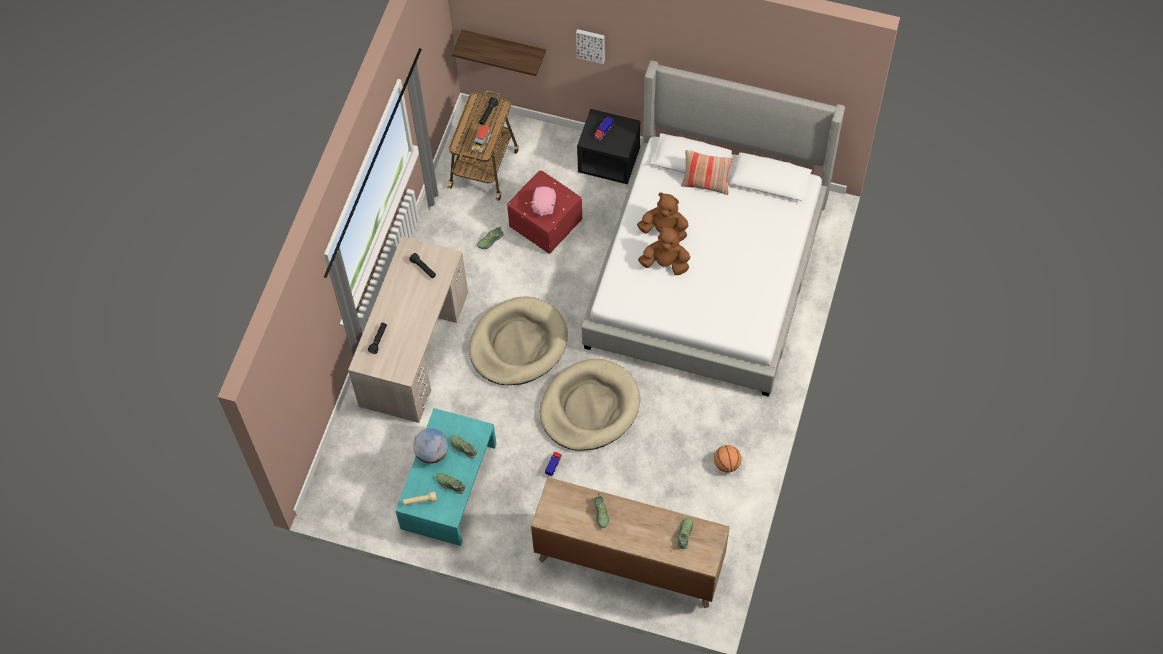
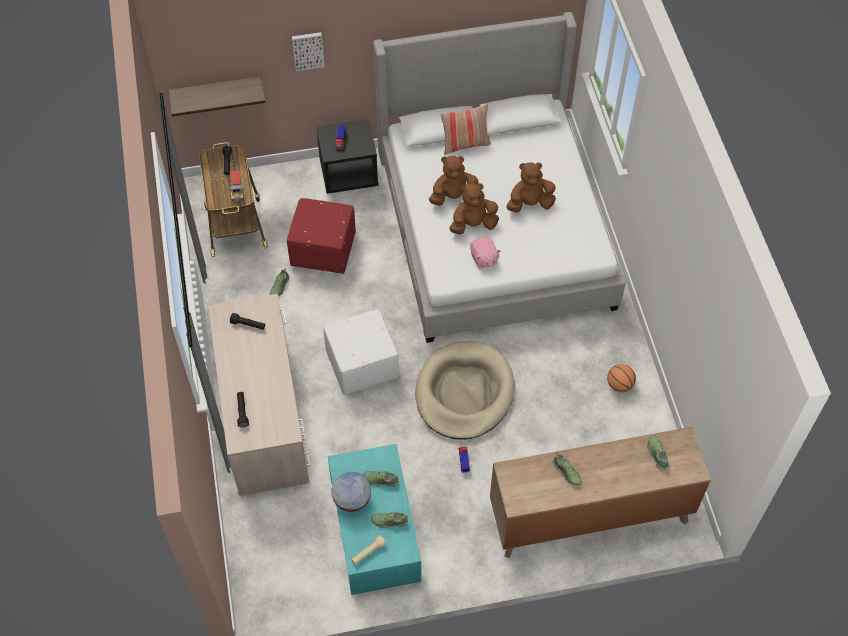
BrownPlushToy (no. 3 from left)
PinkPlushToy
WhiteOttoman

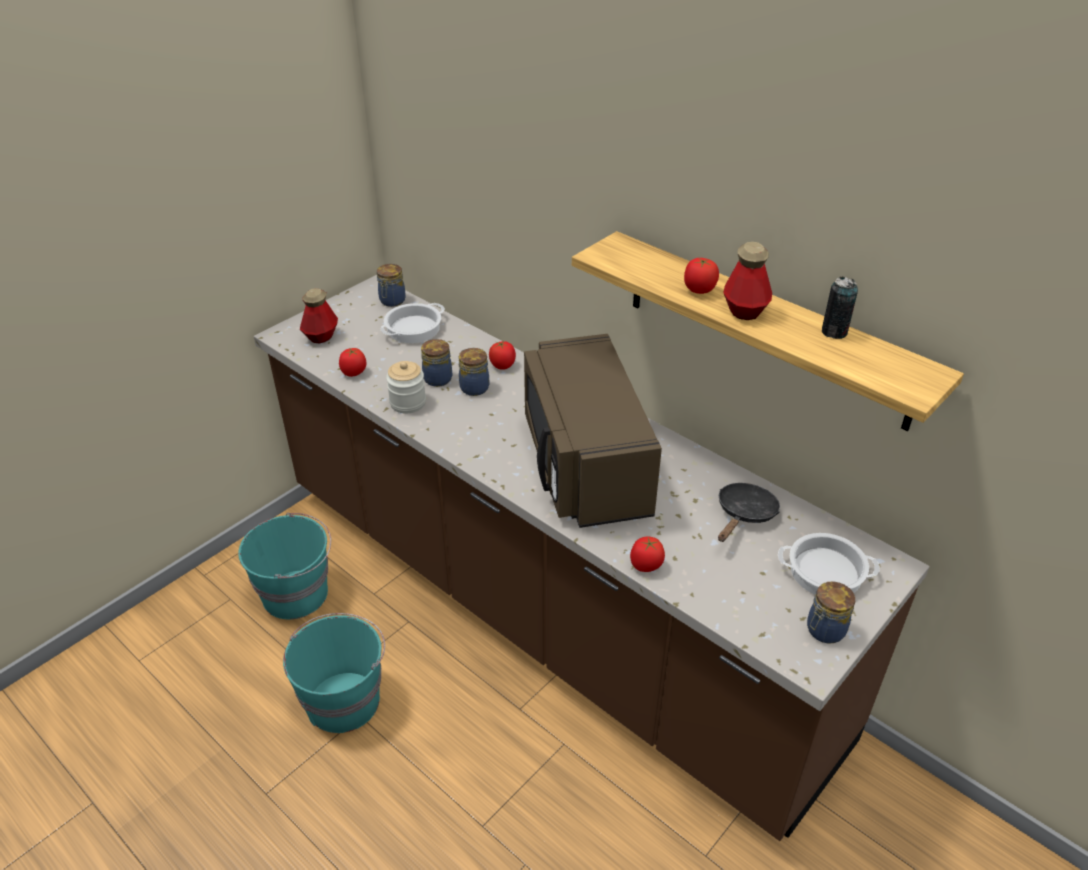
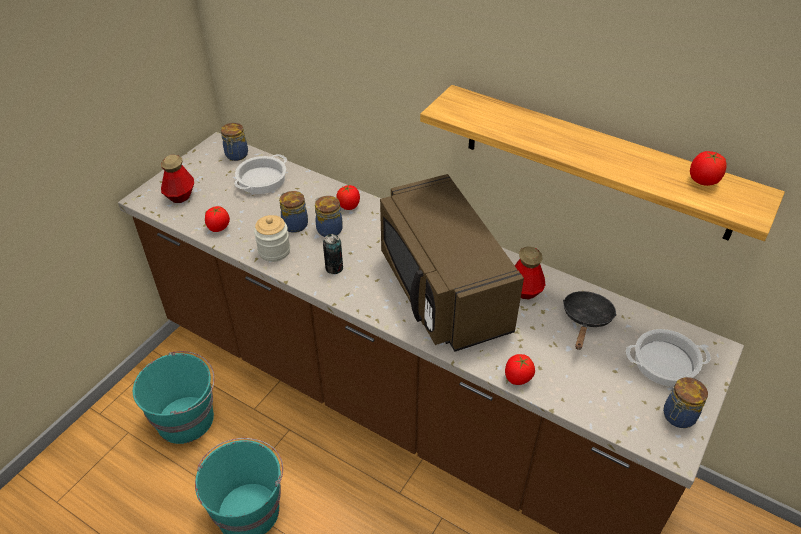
Tomato (no. 4 from left)
Bottle (no. 2 from left)
Can

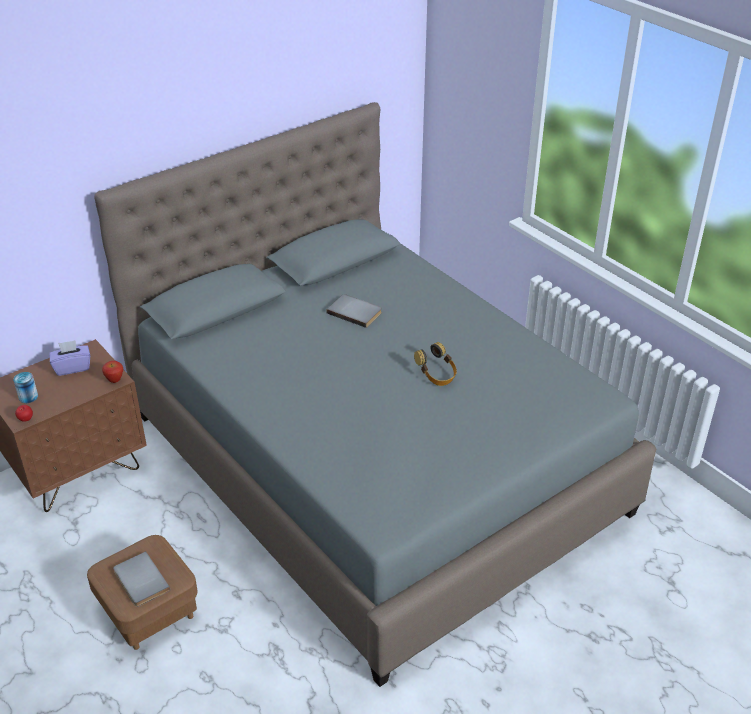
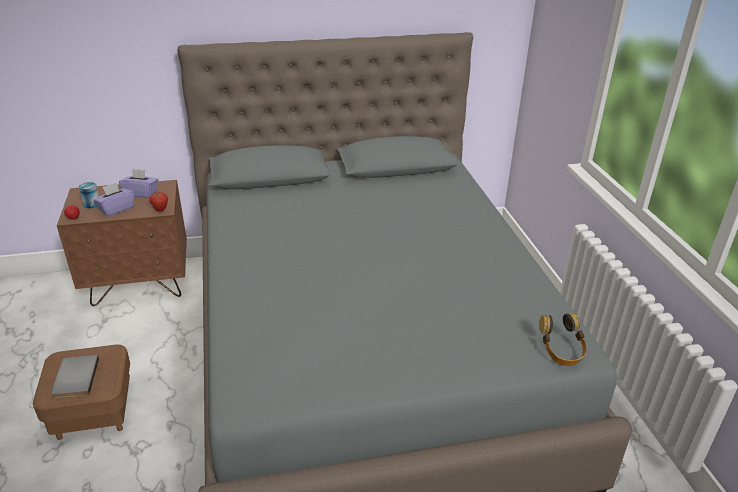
GreyBook (no. 2 from left in the first image)
PurpleTissueBox (no. 1 from left)
Headphones

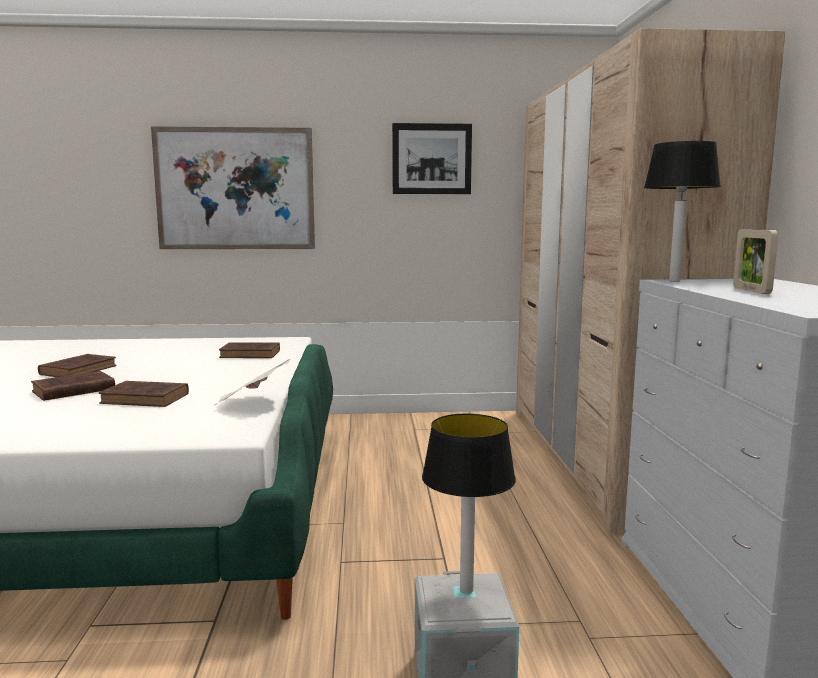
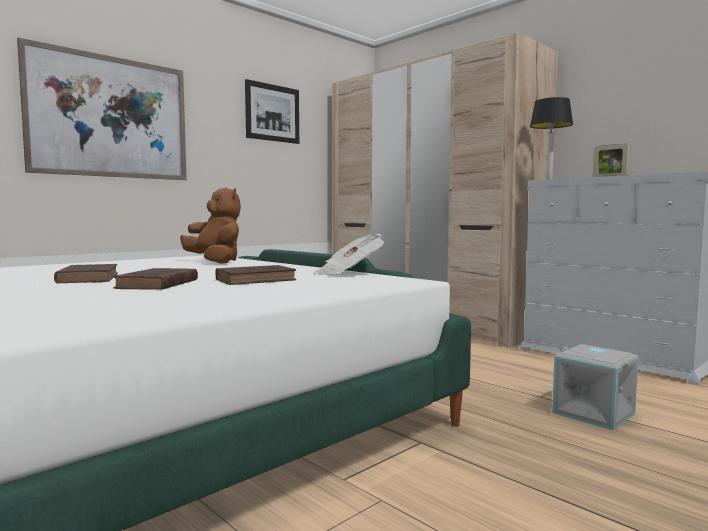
TableLamp (no. 1 from left in the first image)
BrownPlushToy

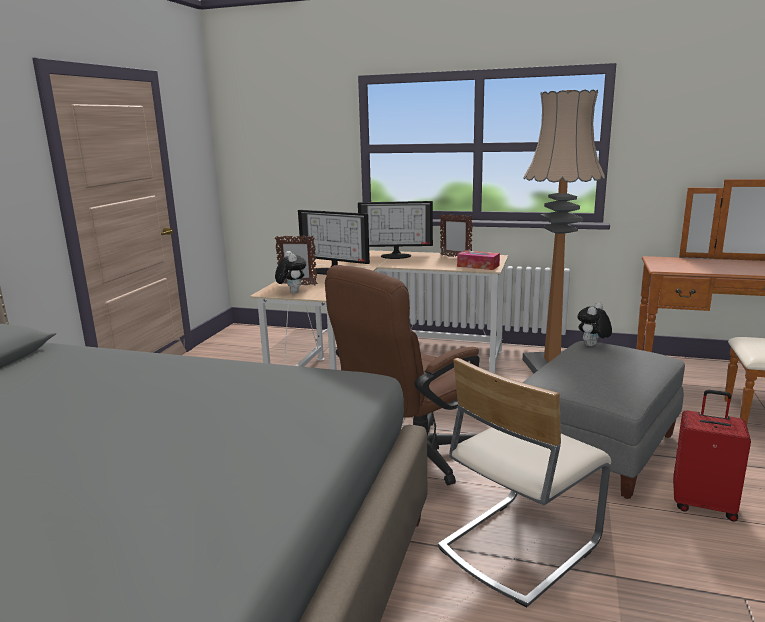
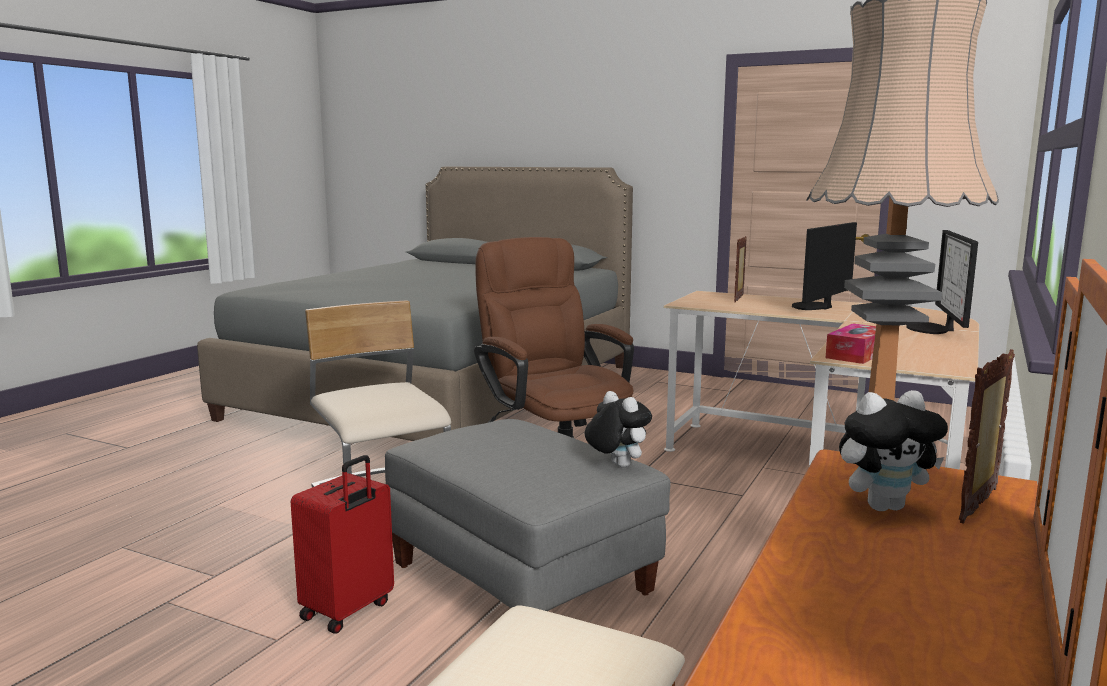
PlushToy (no. 2 from left)
PictureFrame (no. 2 from left)

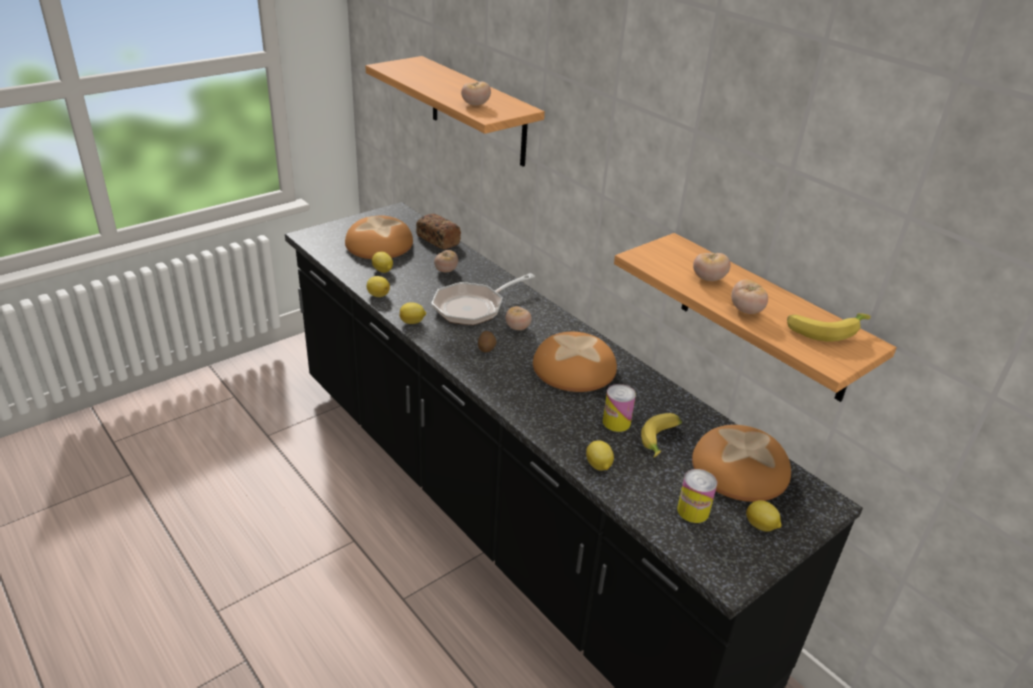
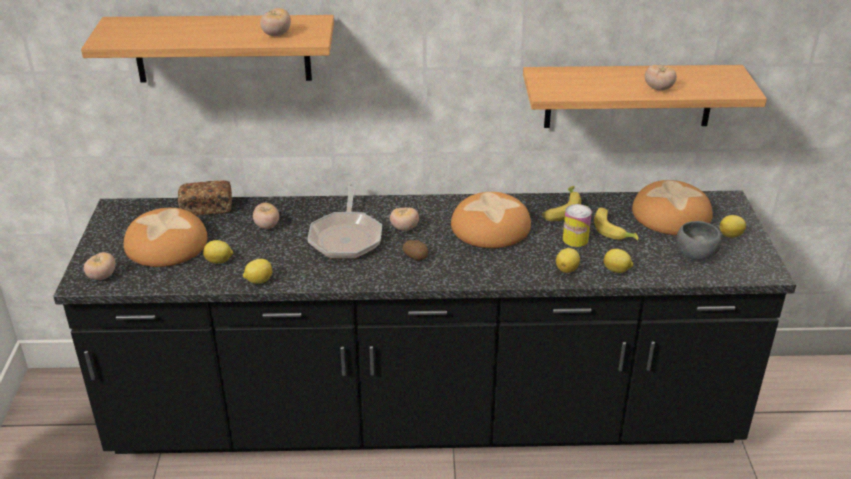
Lemon (no. 3 from left)
Tomato (no. 1 from left)
Banana (no. 1 from left)
GreyBowl

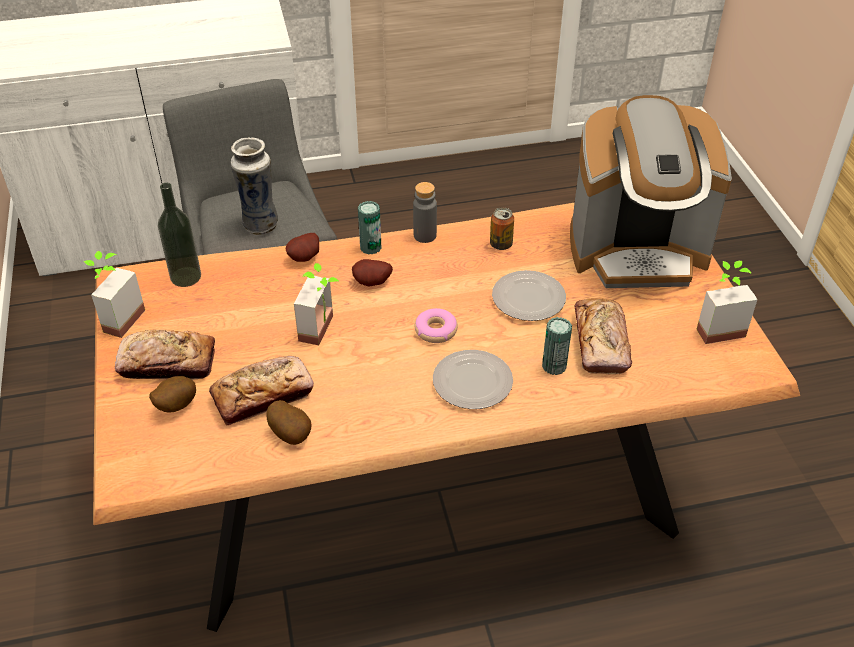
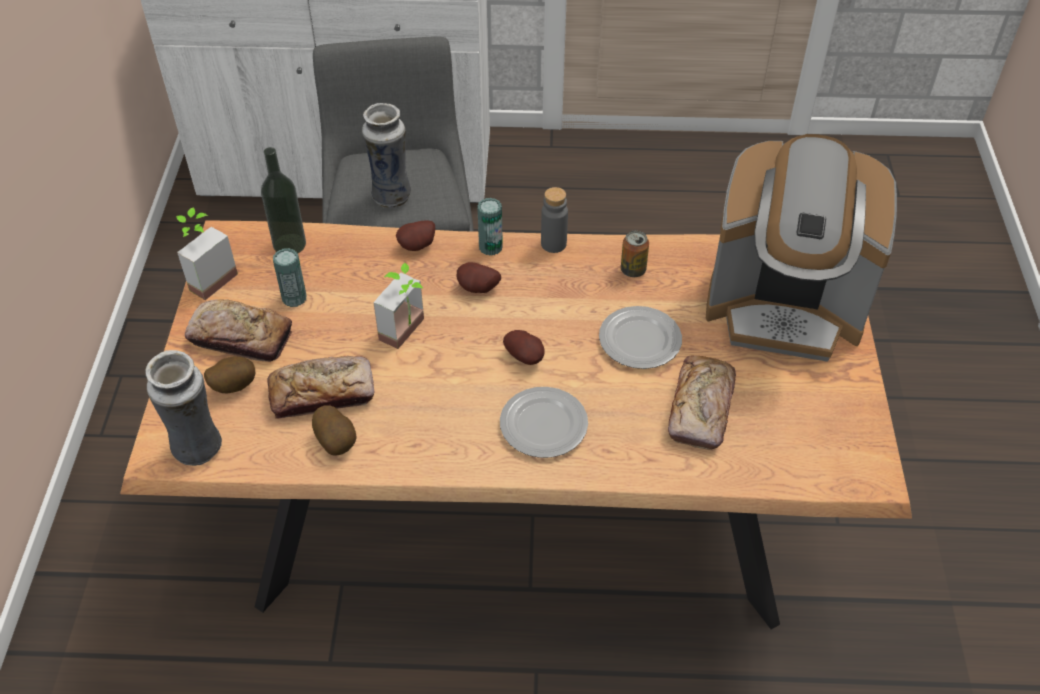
PottedPlant (no. 3 from left in the first image)
Vase (no. 1 from left)
Can (no. 1 from left)
Potato (no. 5 from left)

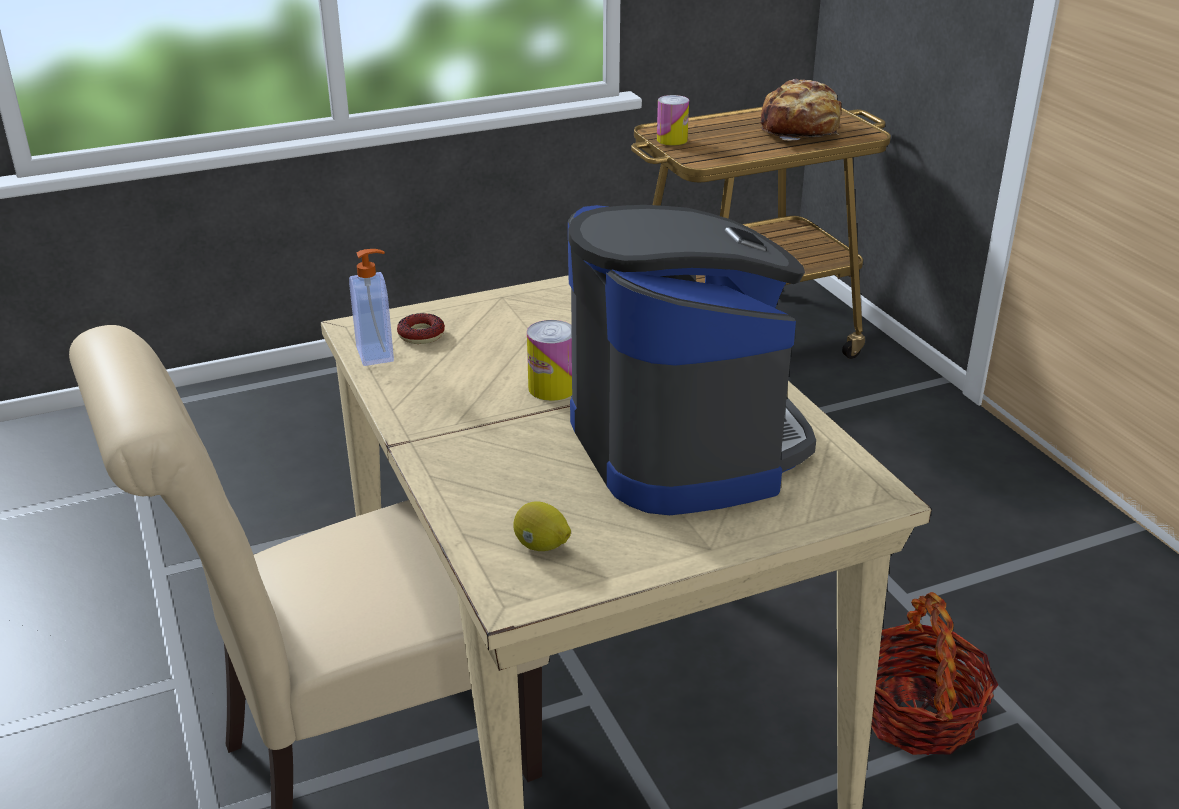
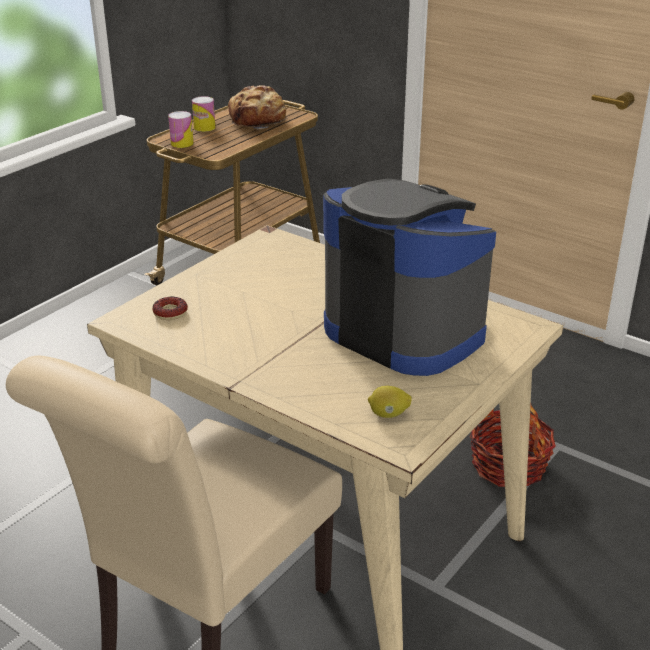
SoapDispenser
Can (no. 2 from left)

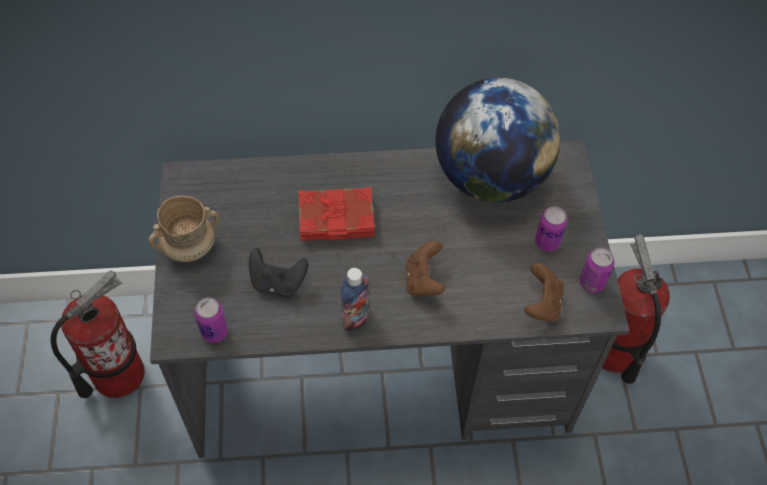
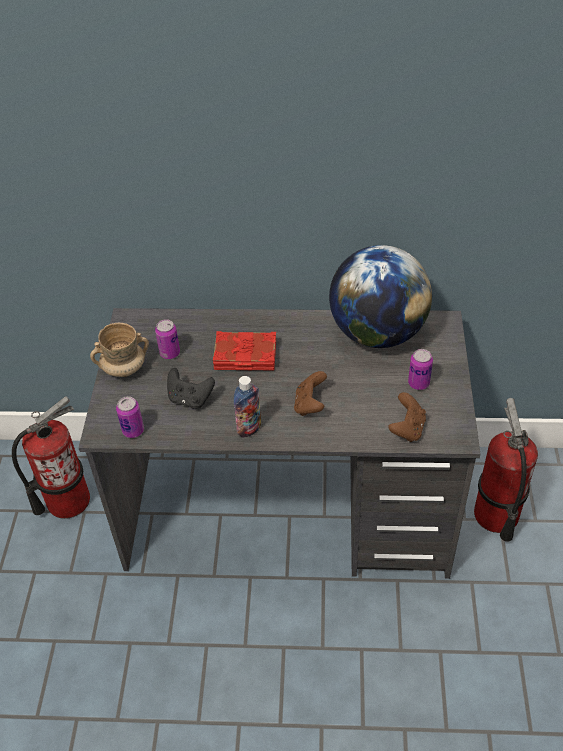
Can (no. 2 from left)

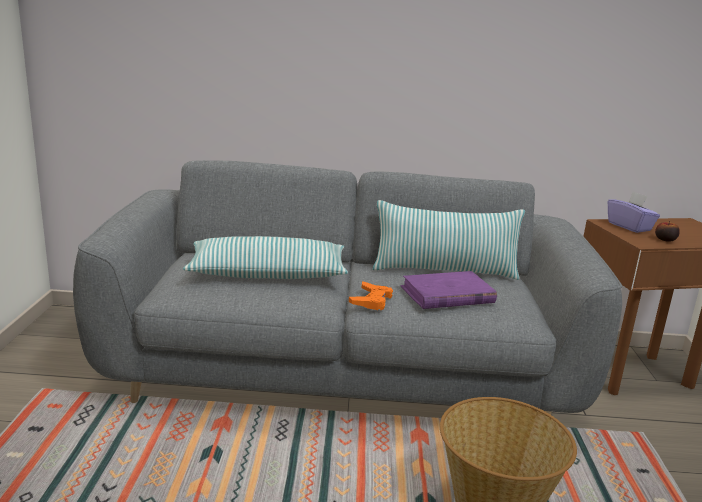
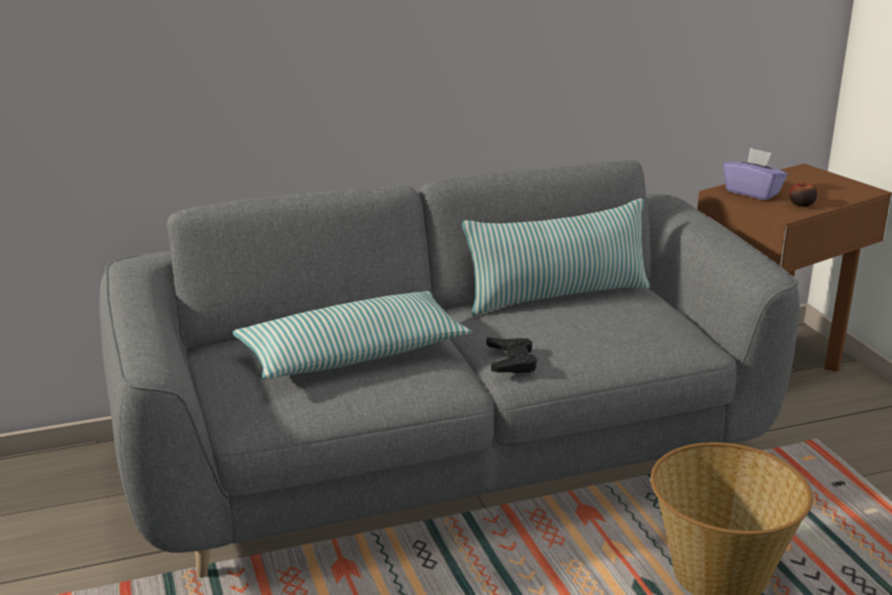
PurpleBook
BlackGameController

